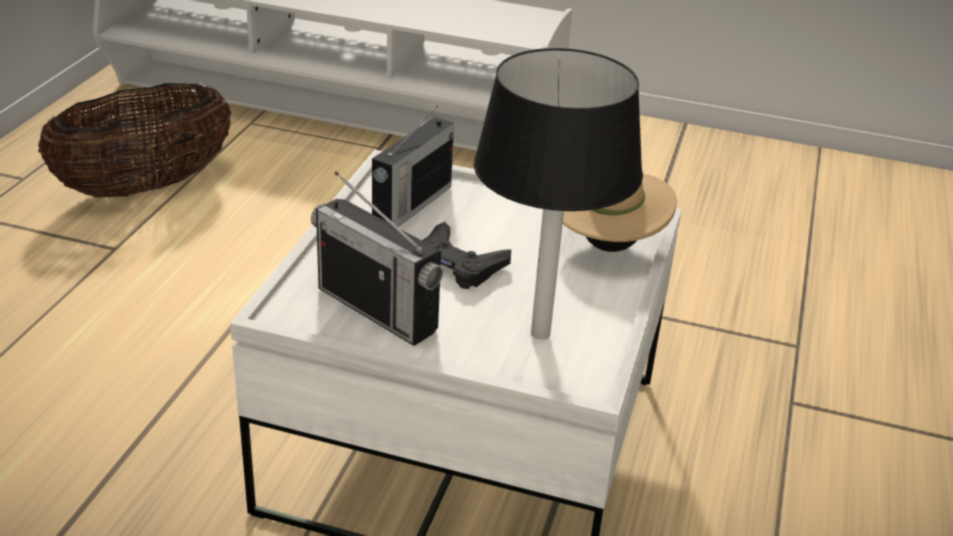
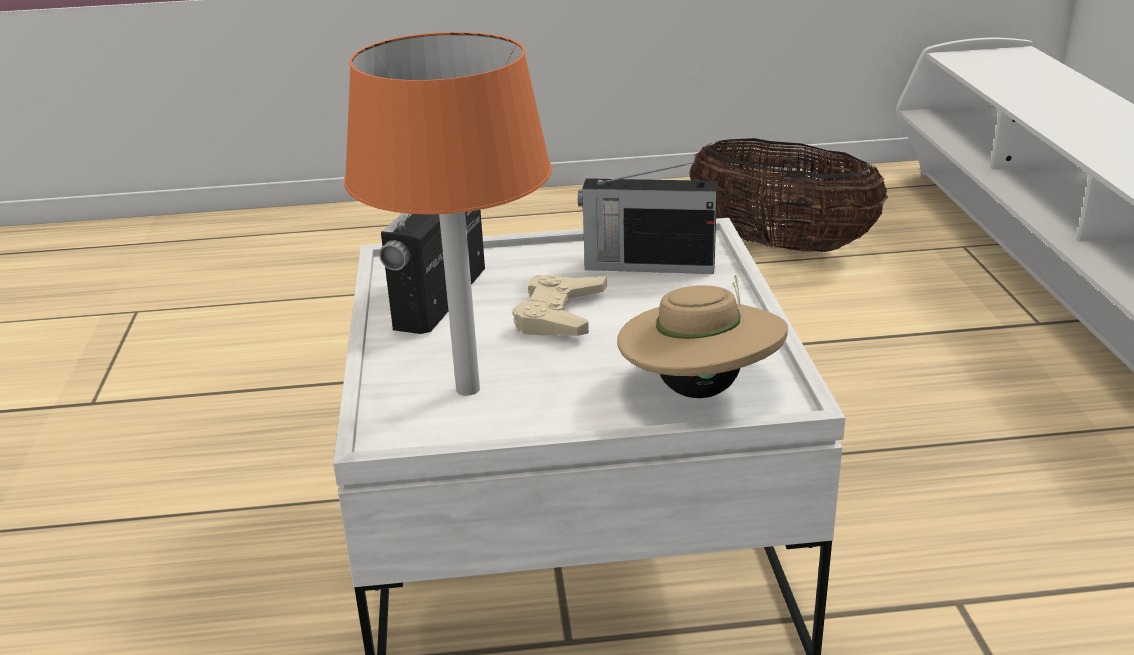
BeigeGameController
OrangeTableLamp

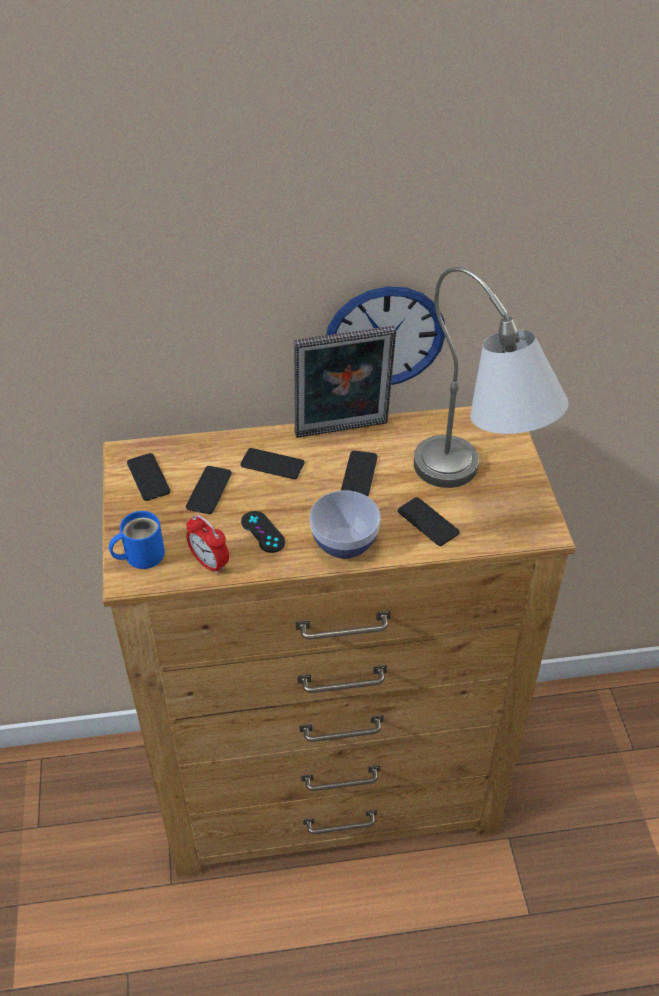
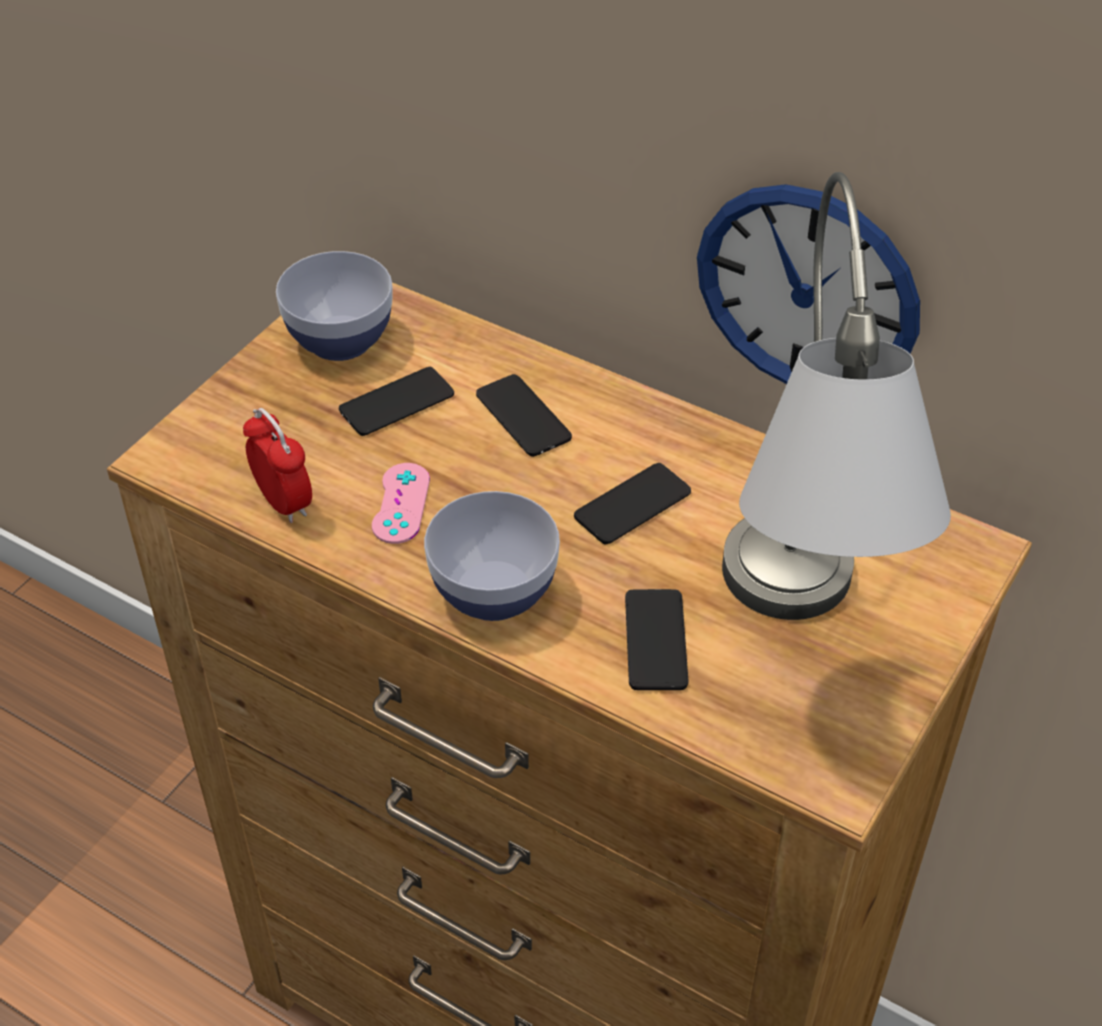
BlueMug
PictureFrame
Bowl (no. 1 from left)
PinkGameController
AlarmClock

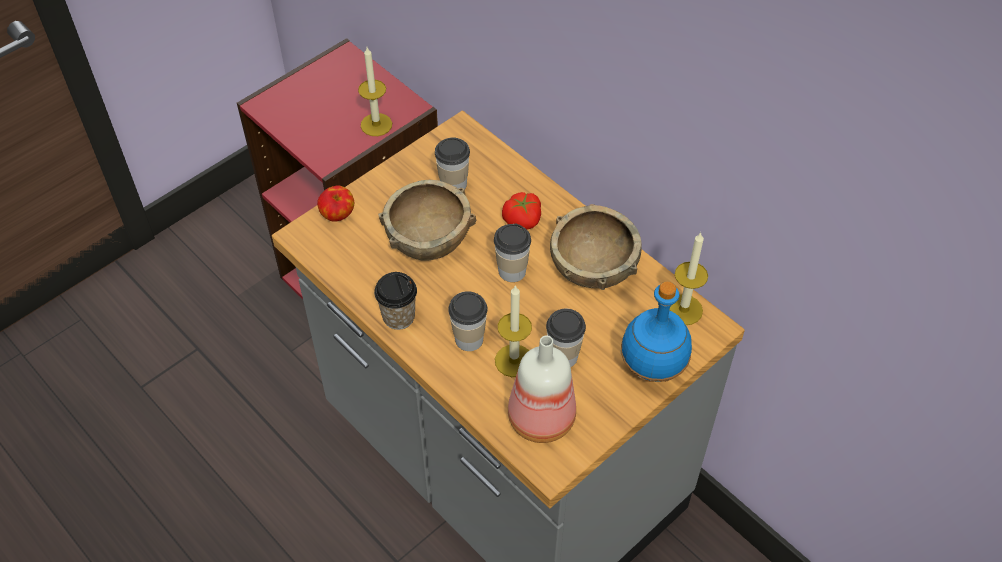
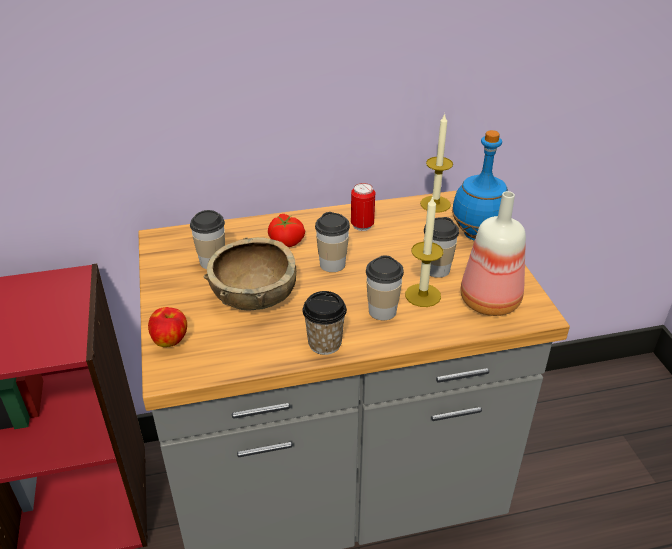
Candle (no. 1 from left in the first image)
Can

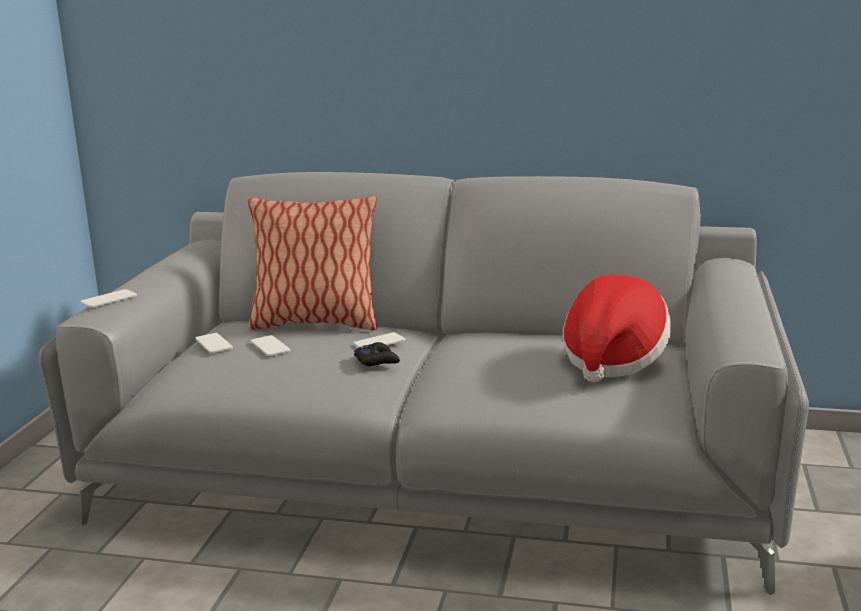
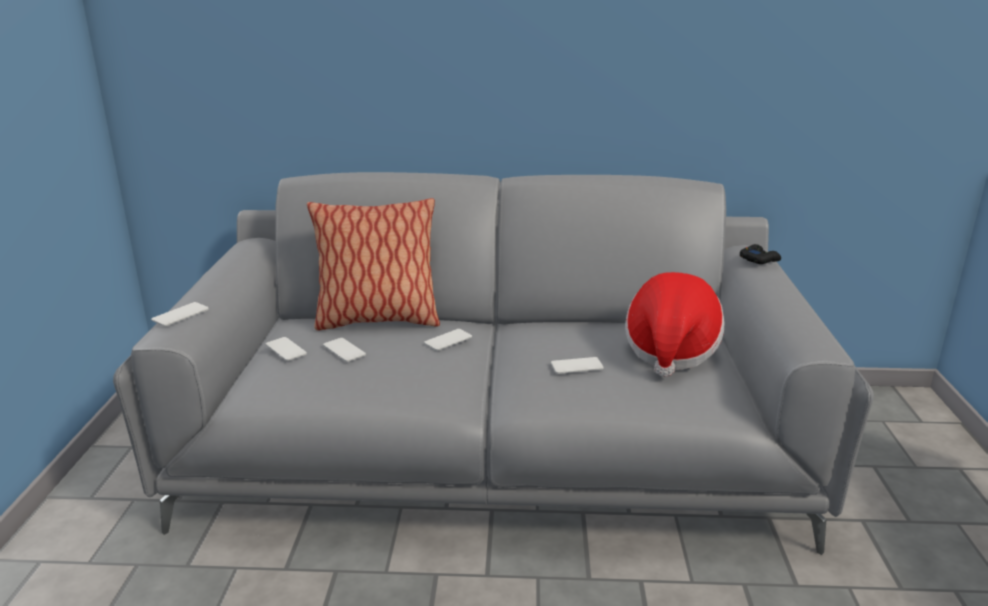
Phone (no. 5 from left)
BlackGameController

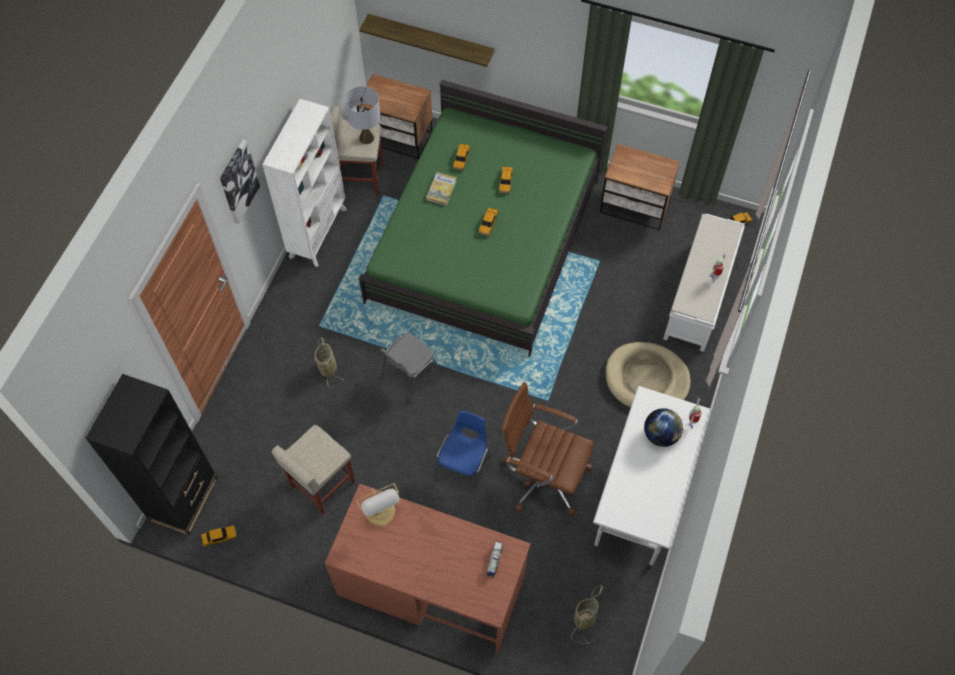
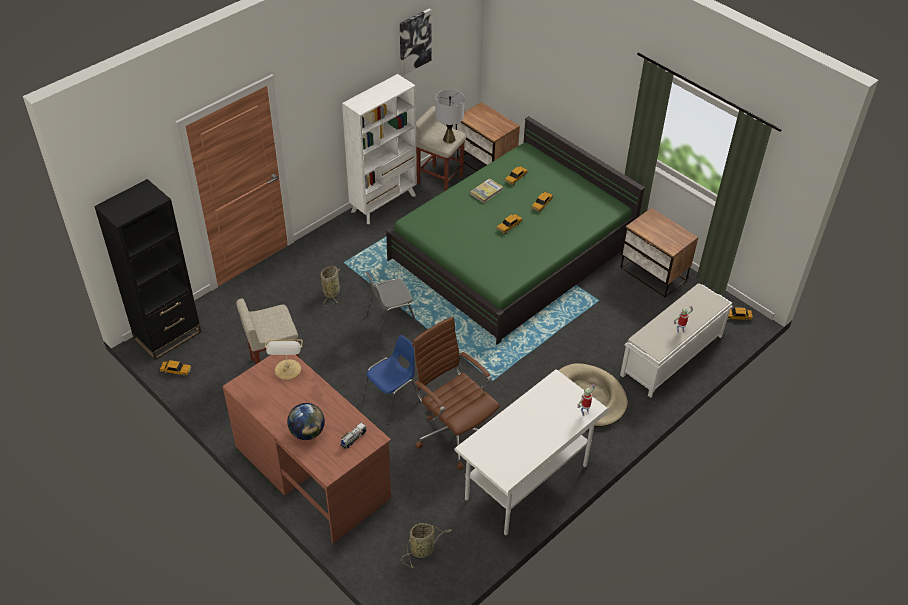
Shelf
Picture
Globe

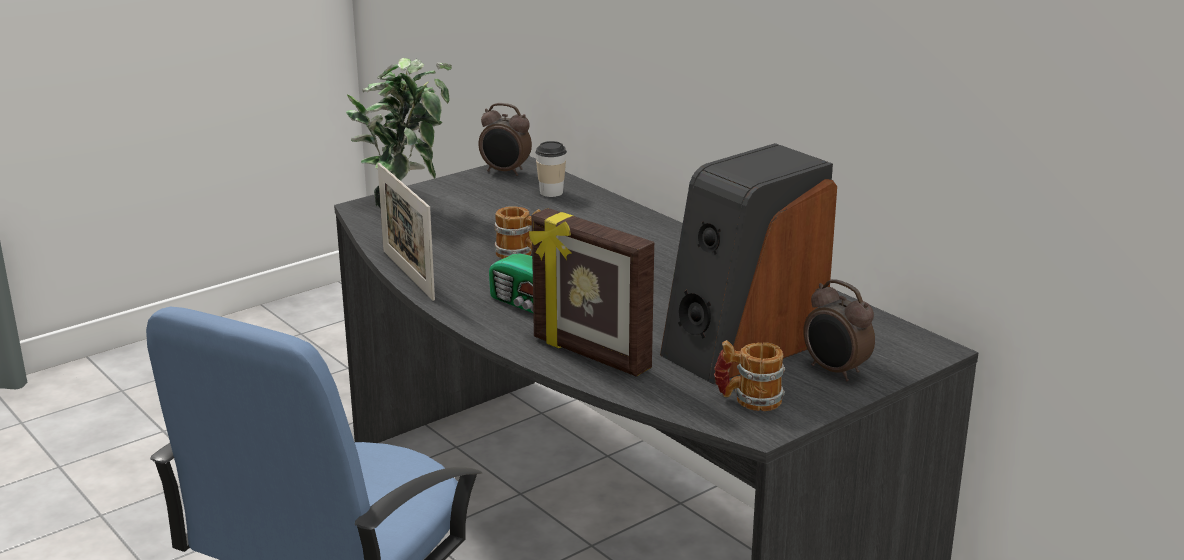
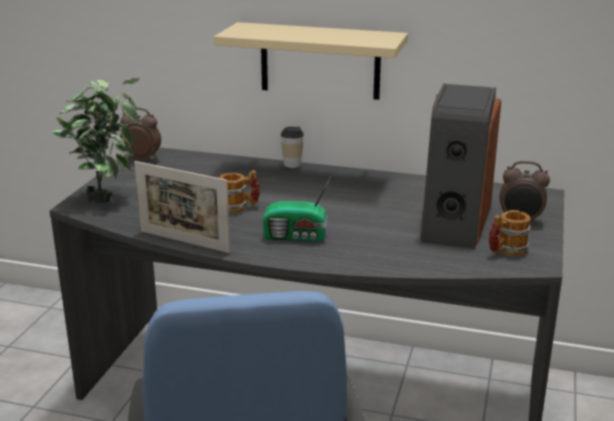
PictureFrame (no. 2 from left in the first image)
BeigeShelf
Cup
AlarmClock (no. 1 from left)

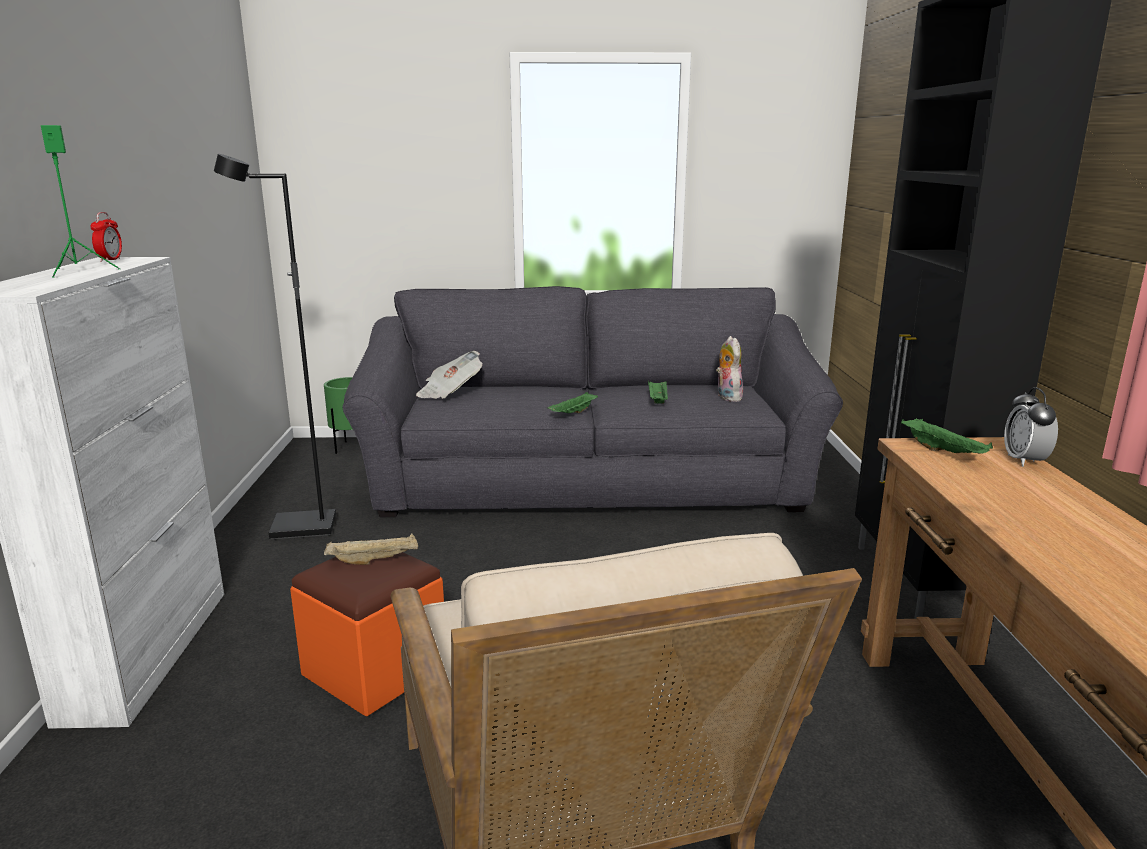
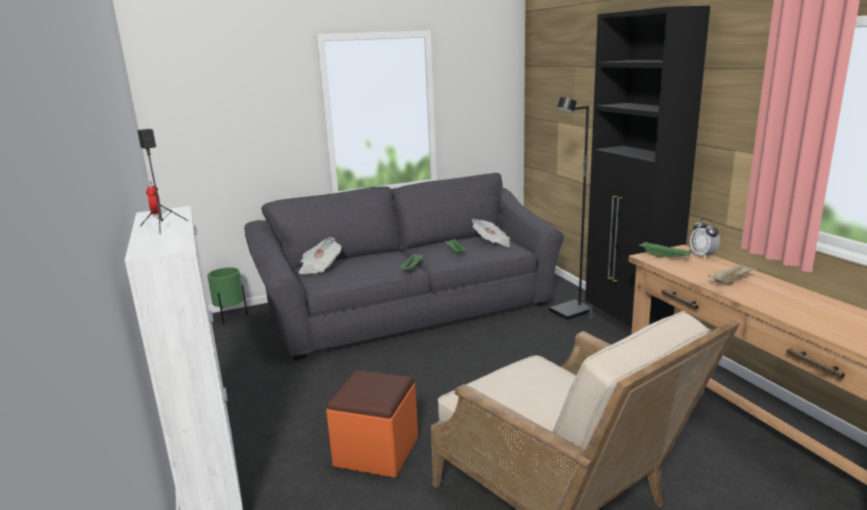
BlackFloorLamp
BeigeTray
Newspaper (no. 2 from left)
BlackSpeaker

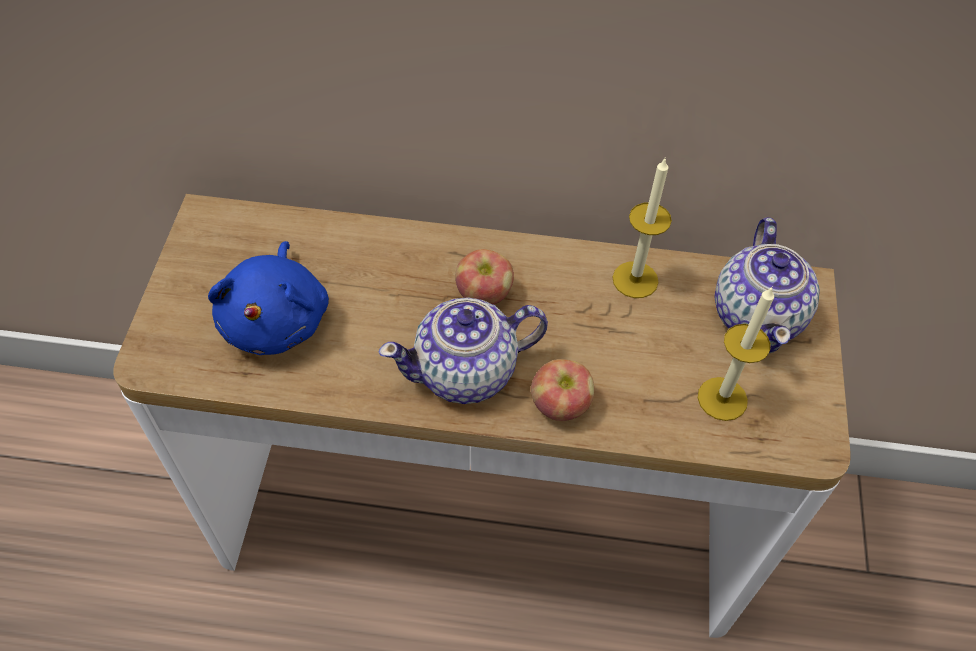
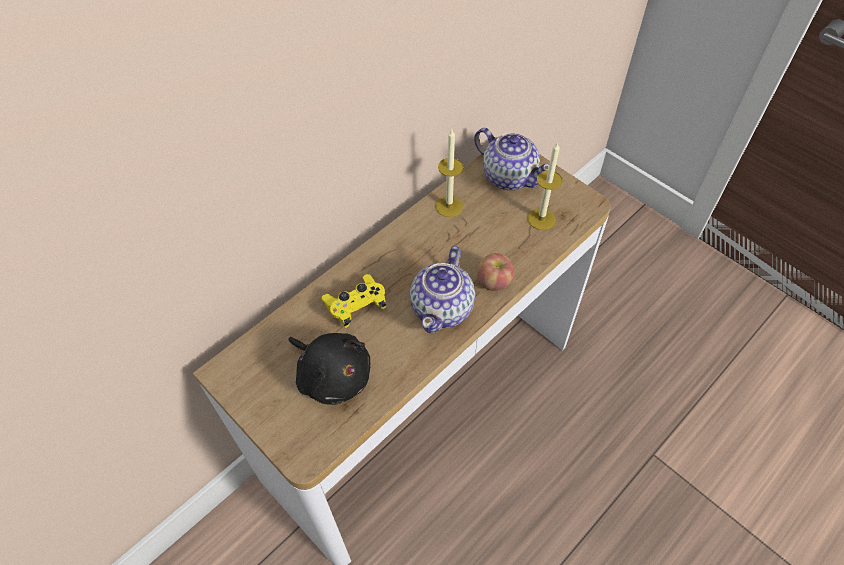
Apple (no. 1 from left in the first image)
YellowGameController
BlackPlushToy

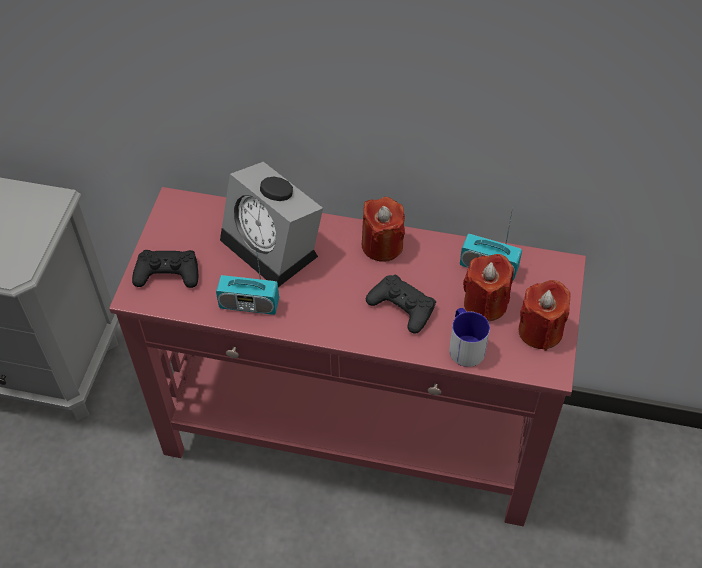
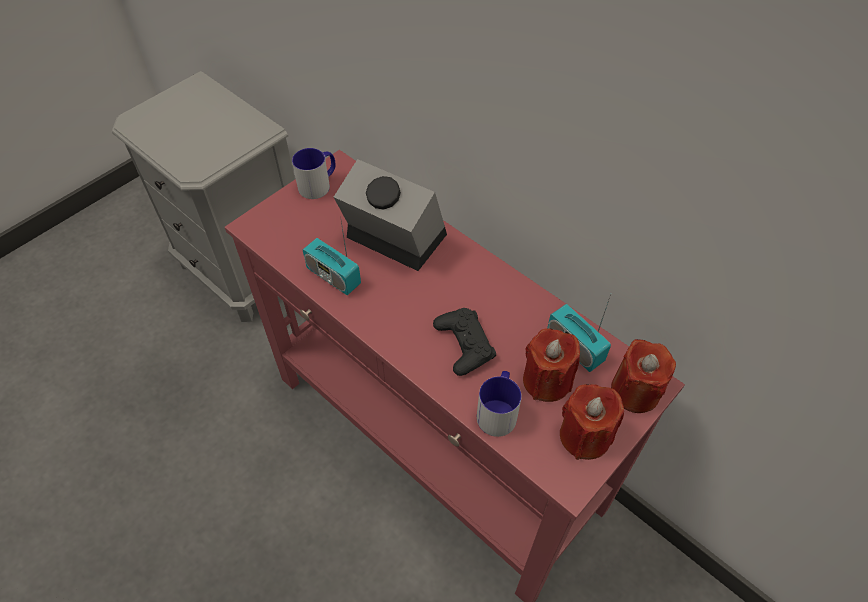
BlackGameController (no. 1 from left in the first image)
Mug (no. 1 from left)
RedCandle (no. 3 from left)
AlarmClock

